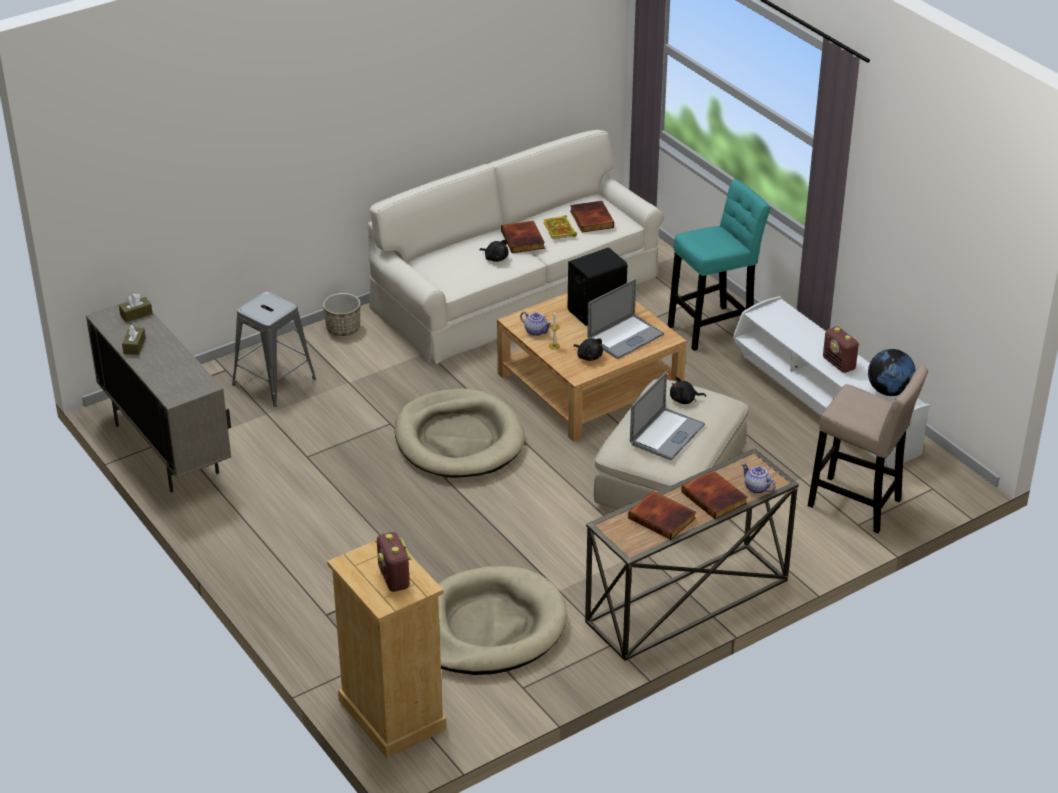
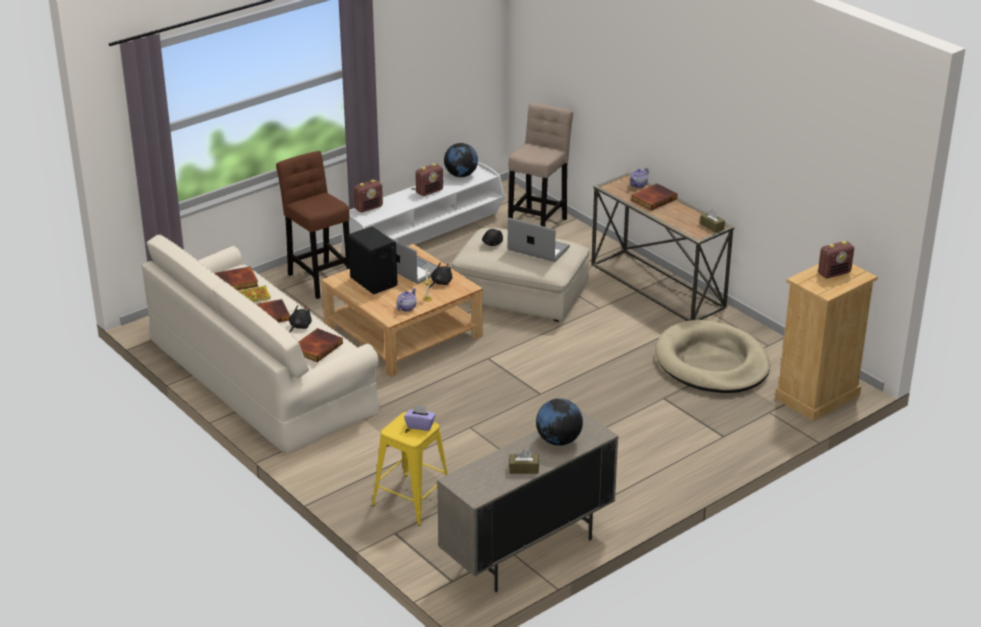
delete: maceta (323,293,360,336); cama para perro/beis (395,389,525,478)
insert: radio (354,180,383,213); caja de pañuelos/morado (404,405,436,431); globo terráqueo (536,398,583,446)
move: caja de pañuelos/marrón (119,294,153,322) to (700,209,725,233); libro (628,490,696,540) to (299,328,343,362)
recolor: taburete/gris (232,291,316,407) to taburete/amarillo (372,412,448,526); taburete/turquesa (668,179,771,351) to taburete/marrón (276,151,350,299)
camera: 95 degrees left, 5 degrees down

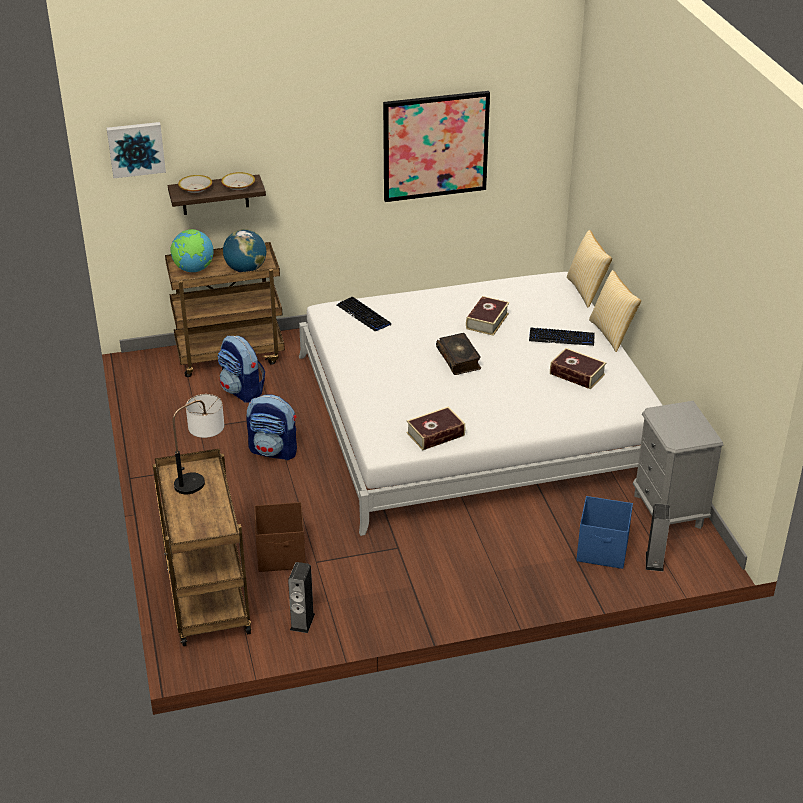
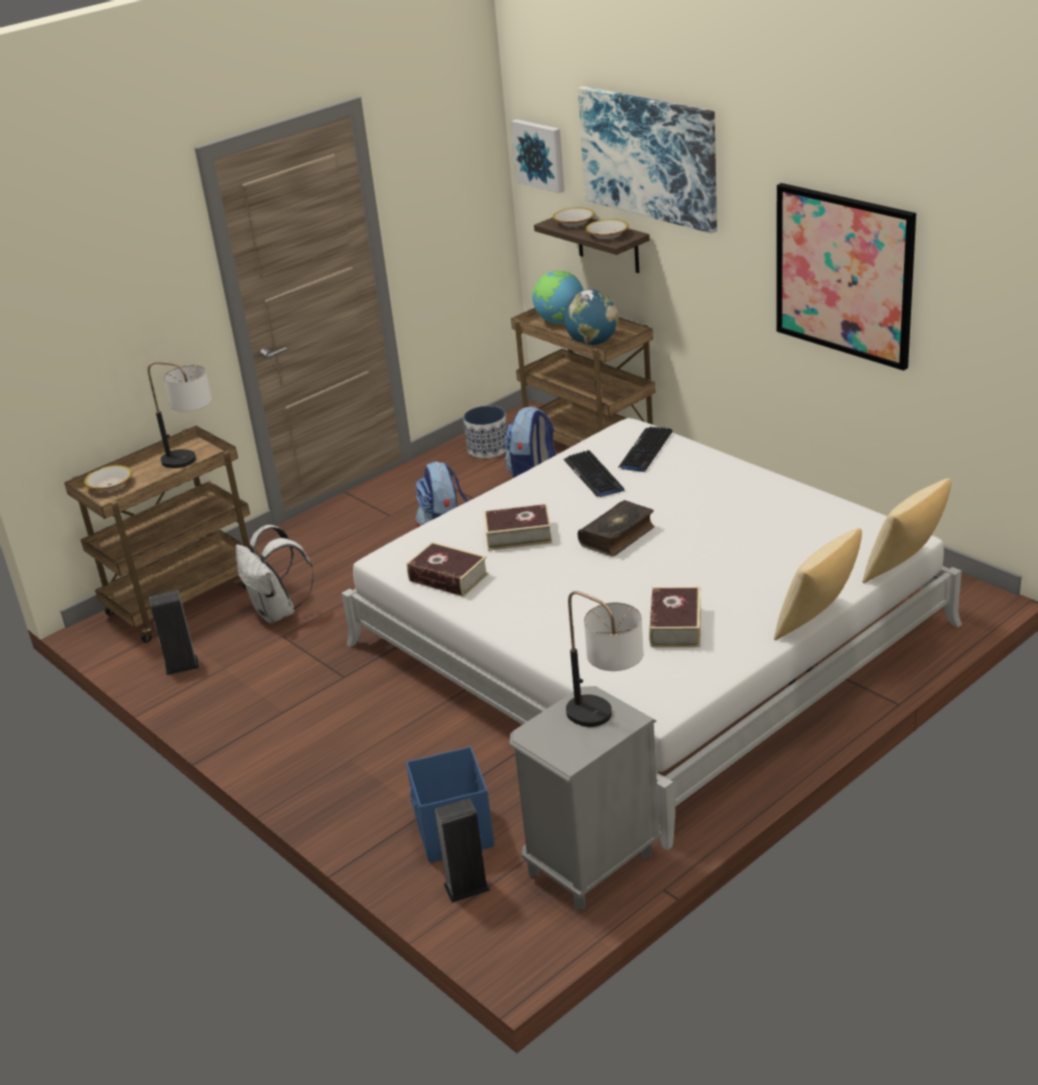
insert: cuenco (84,465,132,492); maceta (463,406,507,458); lámpara de mesa (566,591,644,727); cuadro (578,86,717,234)
move: libro (466,296,509,336) to (484,504,552,551); teclado (529,327,595,346) to (563,450,624,497)
replace: caja de almacenaje/marrón (254,502,306,572) to mochila/blanco (236,525,313,624)
camera: 65 degrees right, 5 degrees down

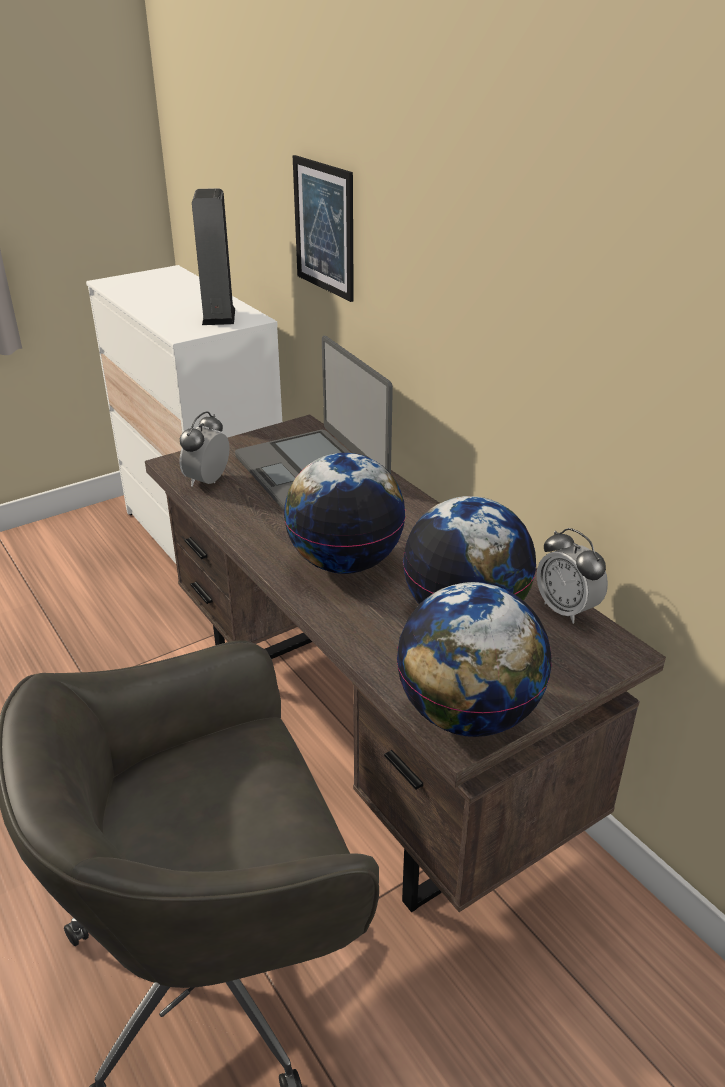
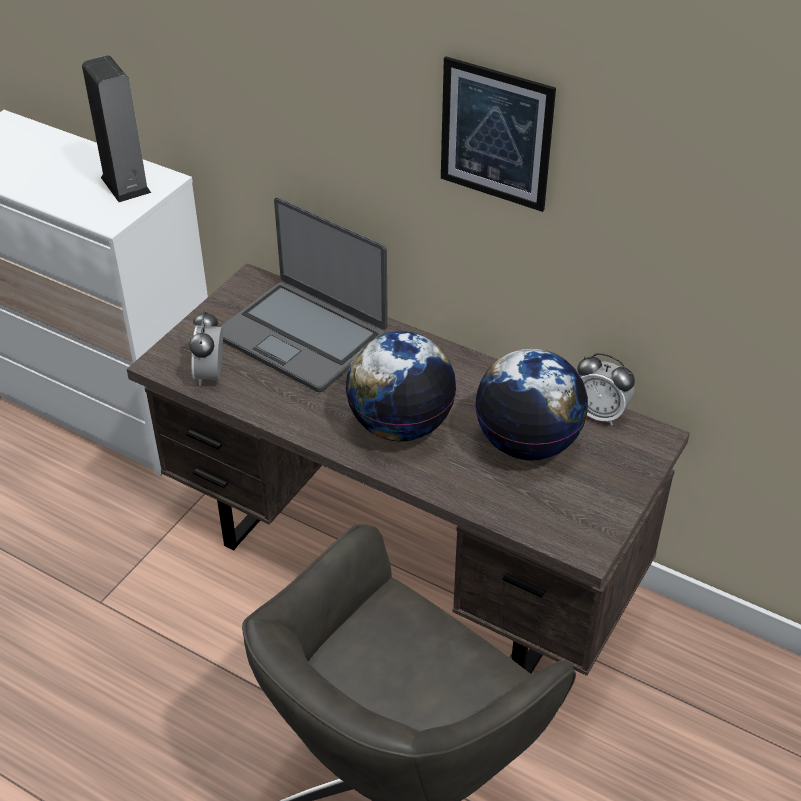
delete: globo terráqueo (396,582,552,737)
move: cuadro (293,155,354,302) to (441,56,556,212)
camera: 25 degrees left, 10 degrees up

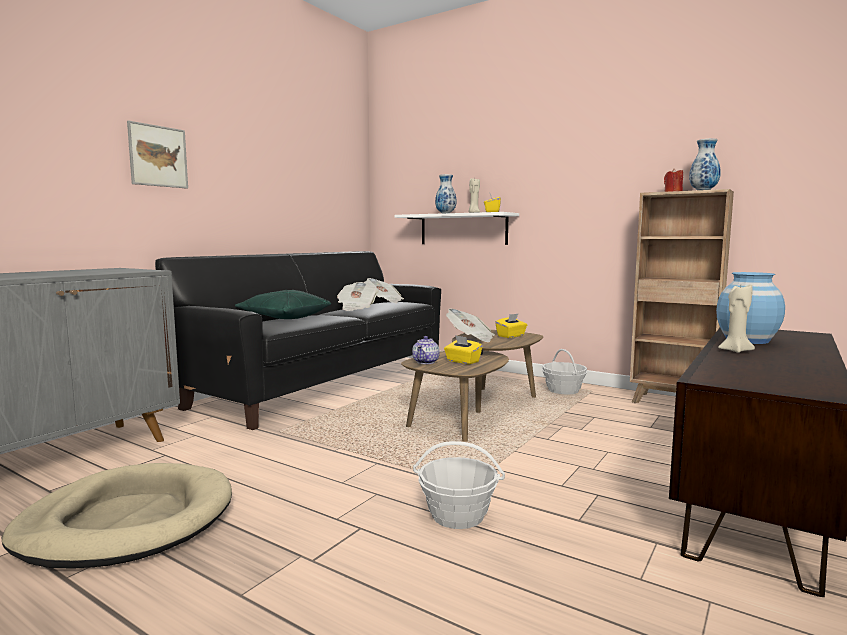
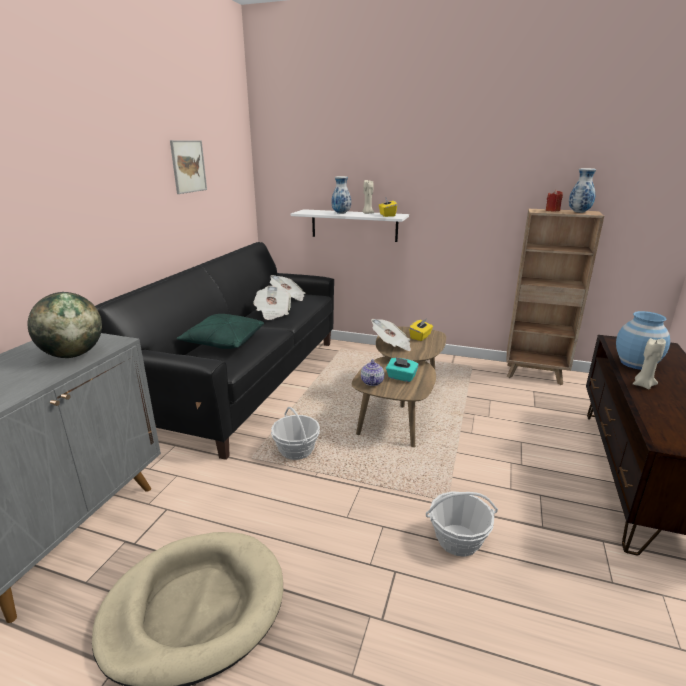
insert: globo terráqueo (28,292,102,358)
move: cuadro (127,121,188,189) to (170,140,207,194); cesta (542,349,587,395) to (271,407,320,460)
recolor: caja de pañuelos/amarillo (444,335,483,364) to caja de pañuelos/turquesa (386,357,419,382)
camera: 15 degrees left, 15 degrees up

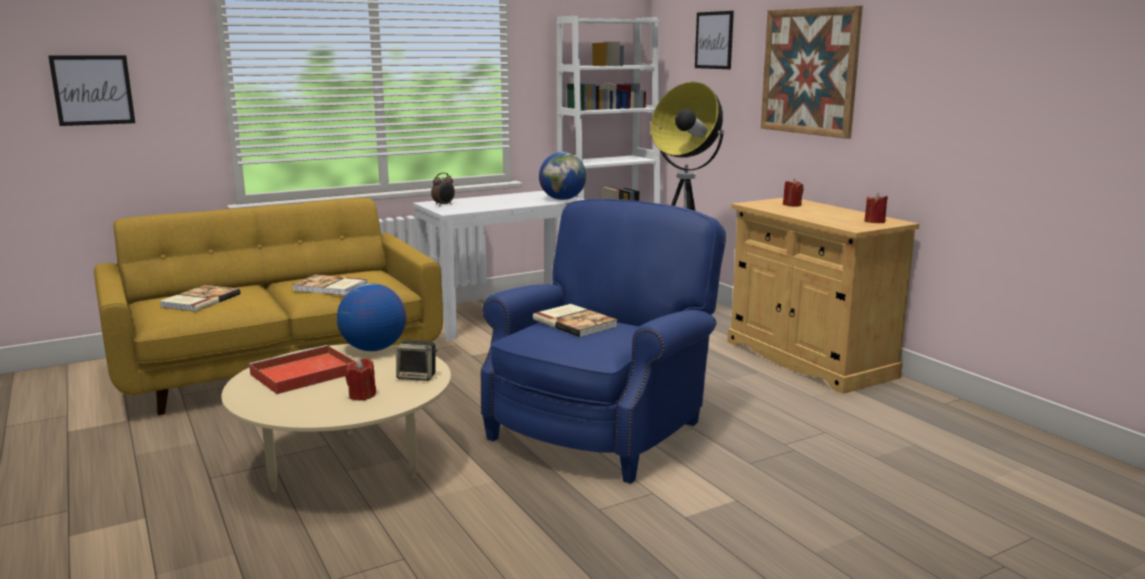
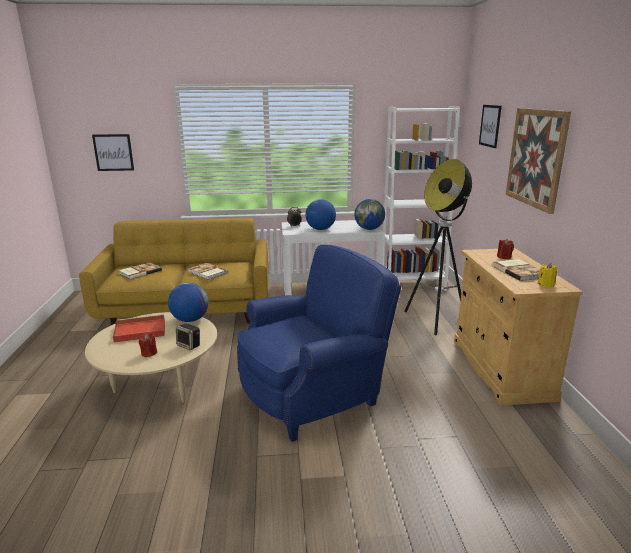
insert: globo terráqueo (306,199,336,230)
move: libro (533,304,618,337) to (492,259,540,281)
recolor: vela/rojo (864,193,888,223) to vela/amarillo (538,263,558,287)
camera: 25 degrees right, 5 degrees up

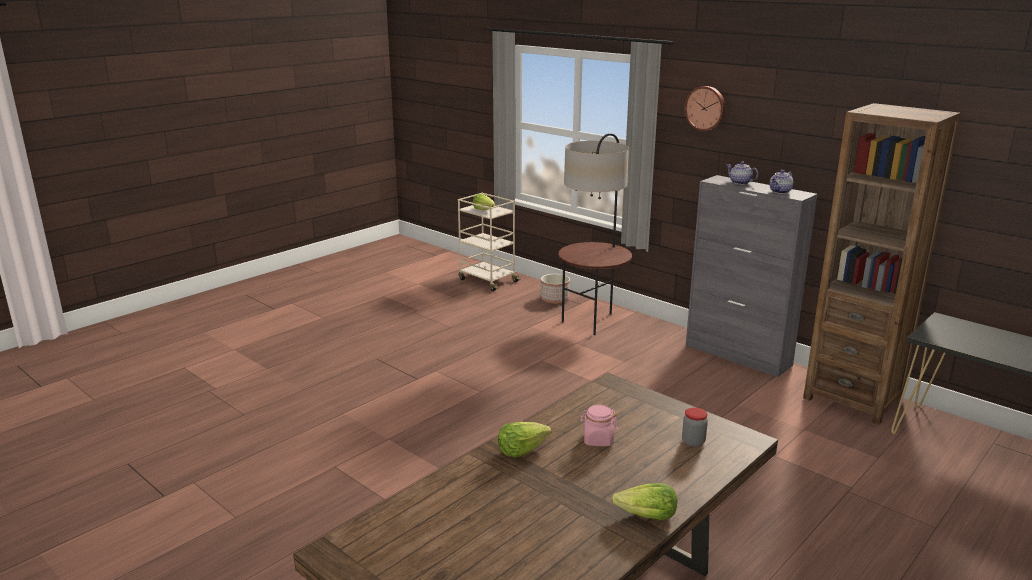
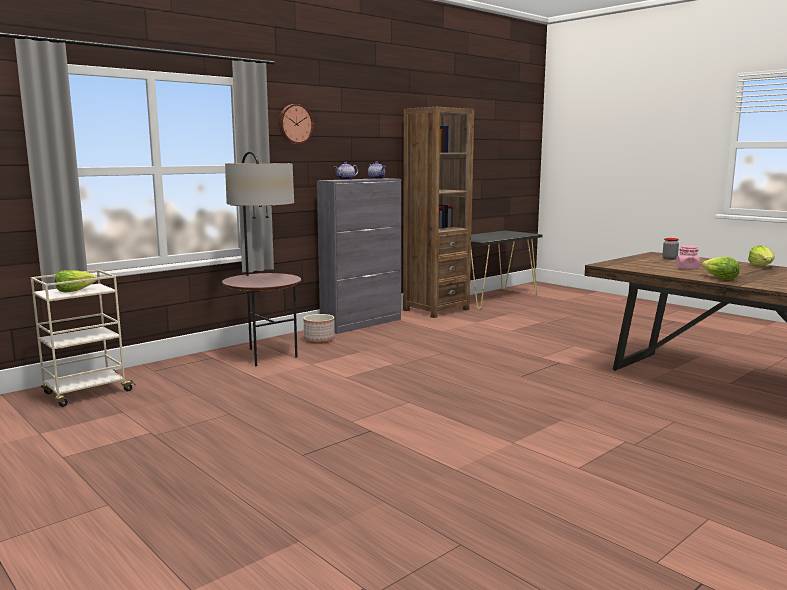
move: maceta (540,274,570,304) to (304,314,335,344)
camera: 85 degrees left, 10 degrees down

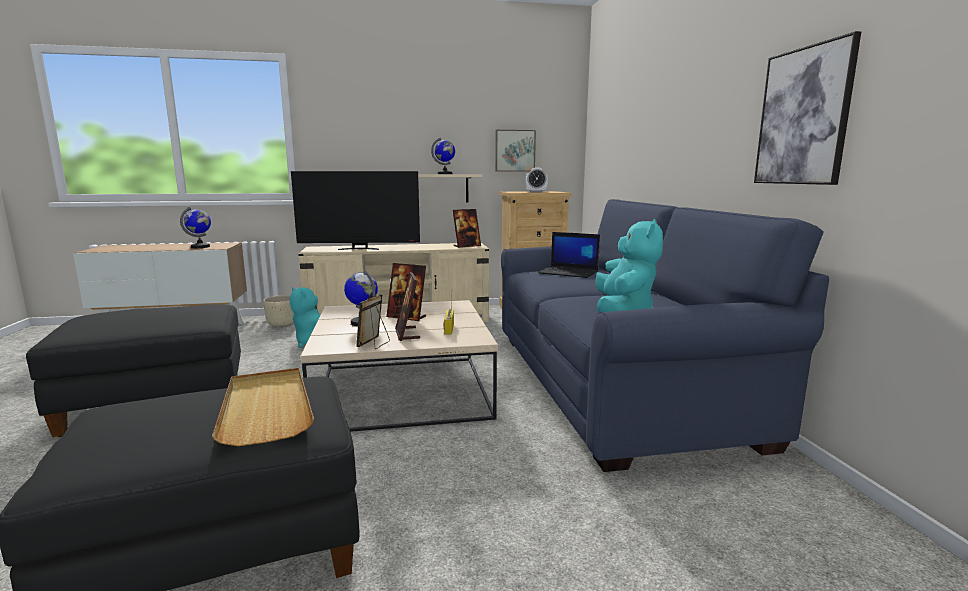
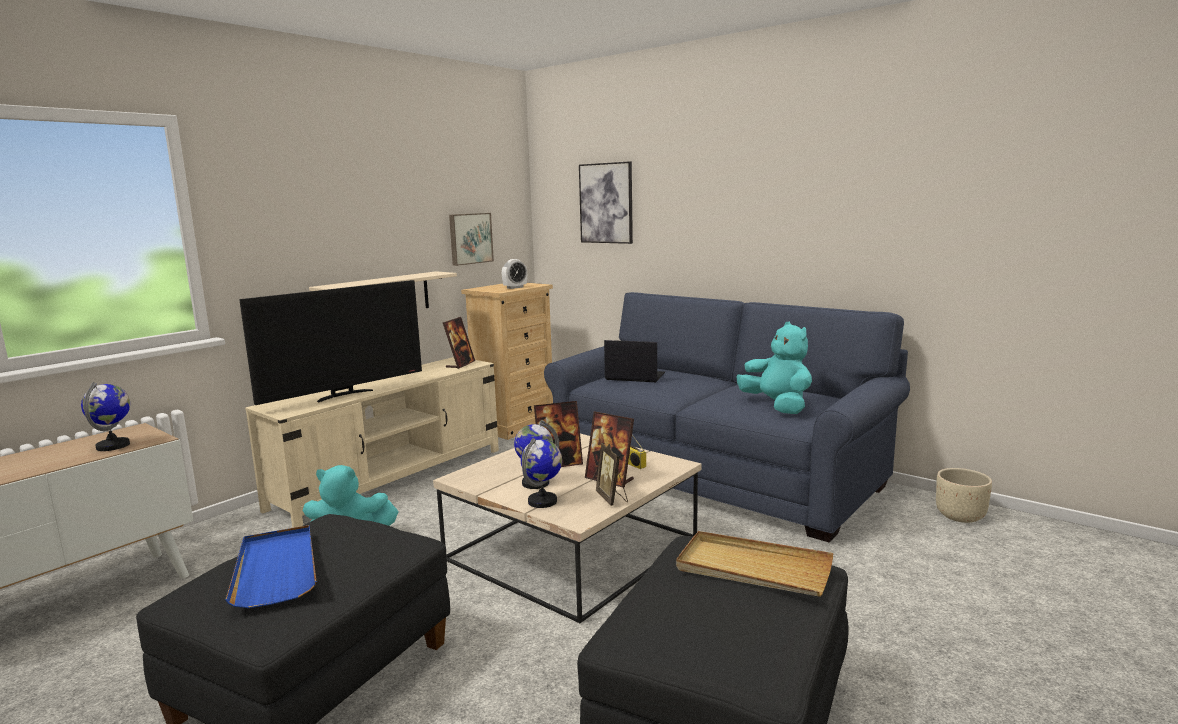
insert: bandeja/azul (225,525,316,608)
move: maceta/beis (263,295,294,327) to (936,468,992,523); globo terráqueo (431,137,455,174) to (521,438,562,508); cuadro (754,31,861,185) to (579,161,633,244)
rotate: portátil (538,232,600,278) = (604,340,665,382) 150 degrees counterclockwise
camera: 40 degrees left, 0 degrees up

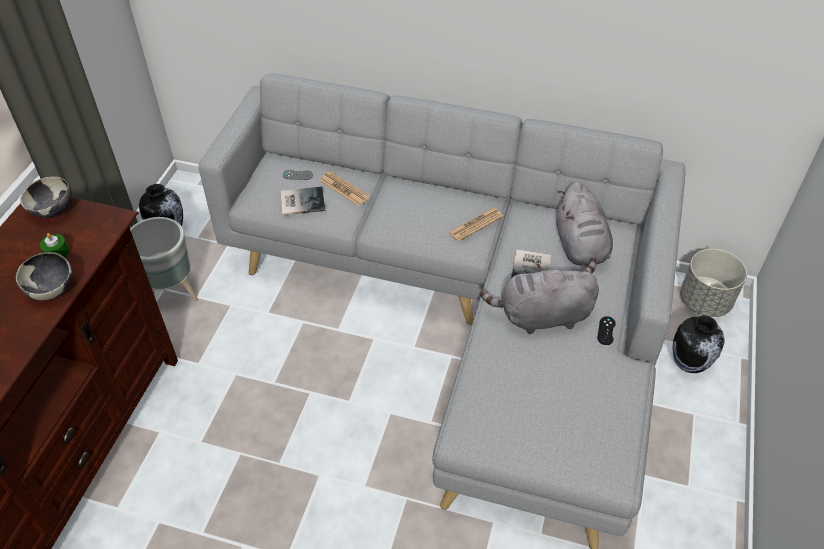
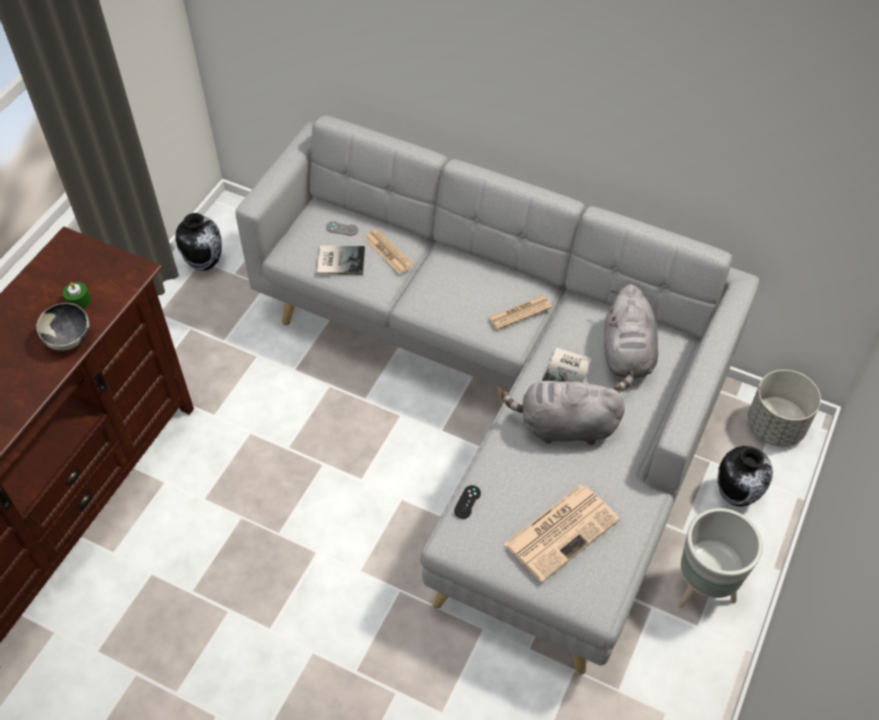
delete: cuenco (20,177,72,218)
insert: periódico (504,484,620,583)
move: maceta/gris (130,217,198,301) to (678,508,763,608); mando de consola/negro (597,316,616,345) to (454,485,481,519)
camera: 10 degrees right, 5 degrees up

